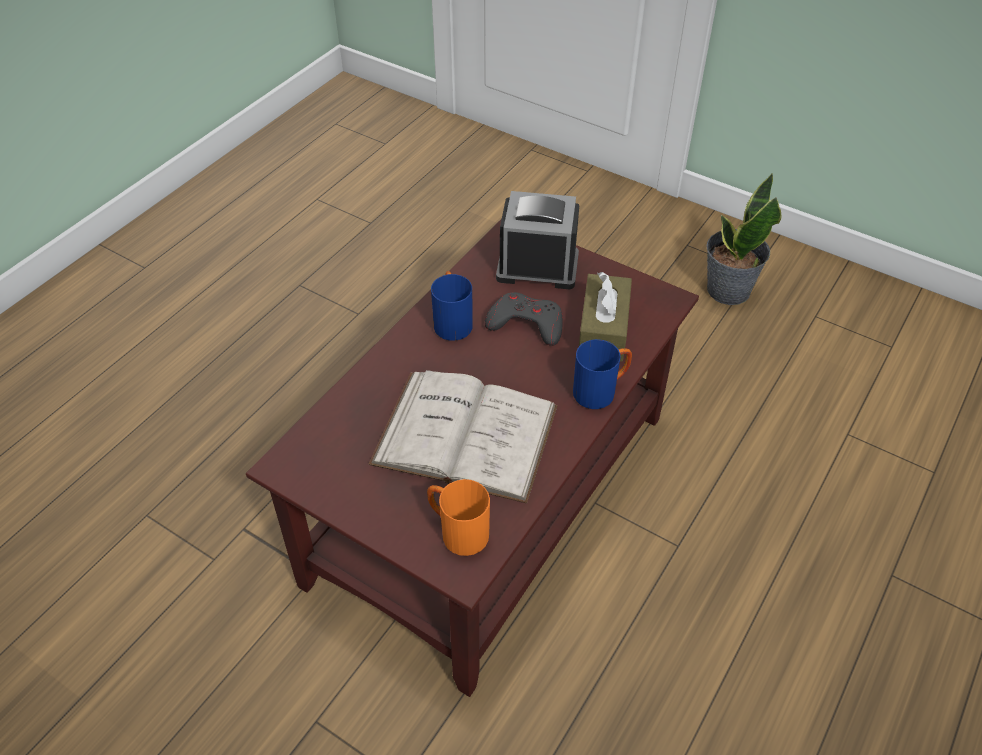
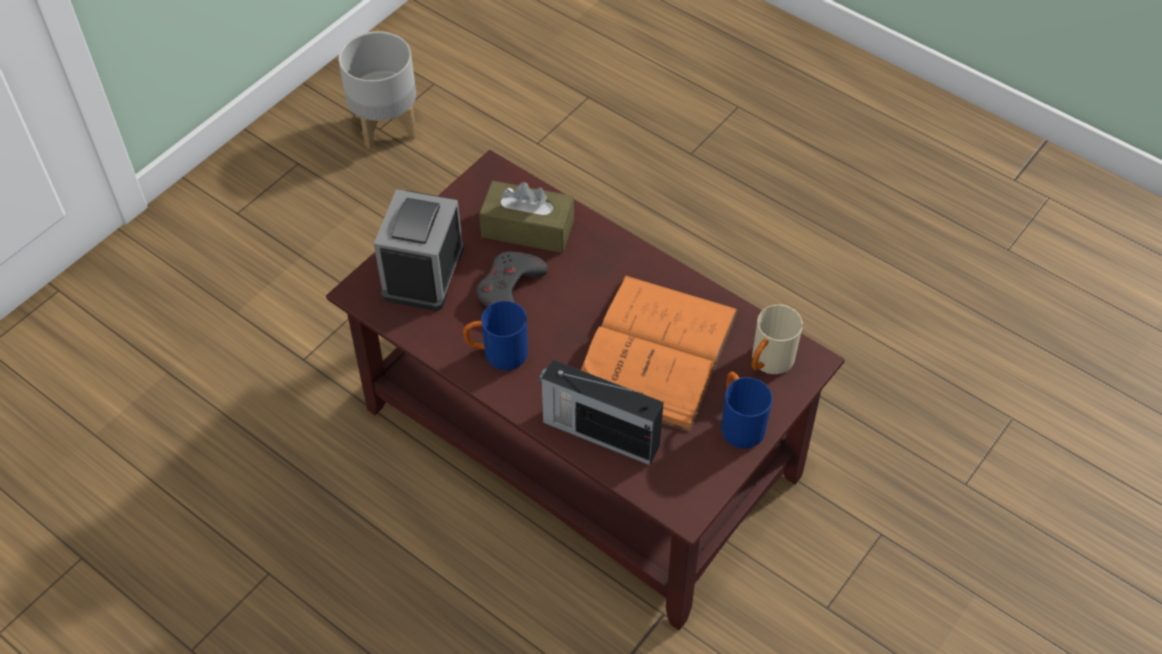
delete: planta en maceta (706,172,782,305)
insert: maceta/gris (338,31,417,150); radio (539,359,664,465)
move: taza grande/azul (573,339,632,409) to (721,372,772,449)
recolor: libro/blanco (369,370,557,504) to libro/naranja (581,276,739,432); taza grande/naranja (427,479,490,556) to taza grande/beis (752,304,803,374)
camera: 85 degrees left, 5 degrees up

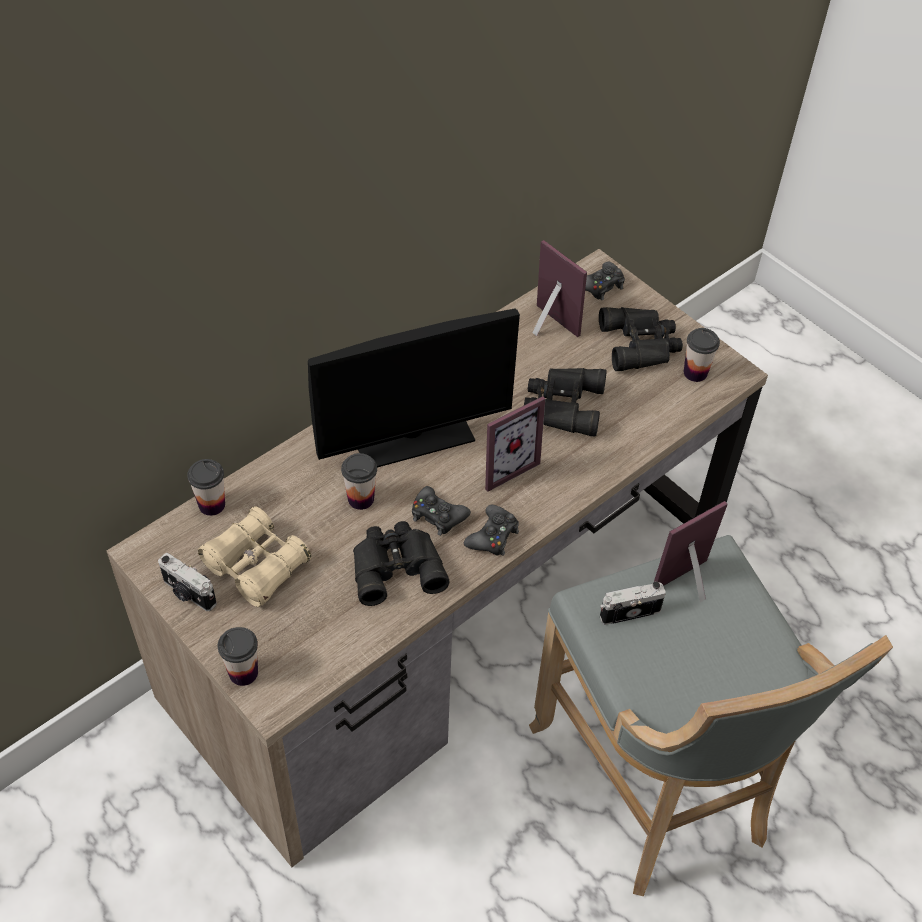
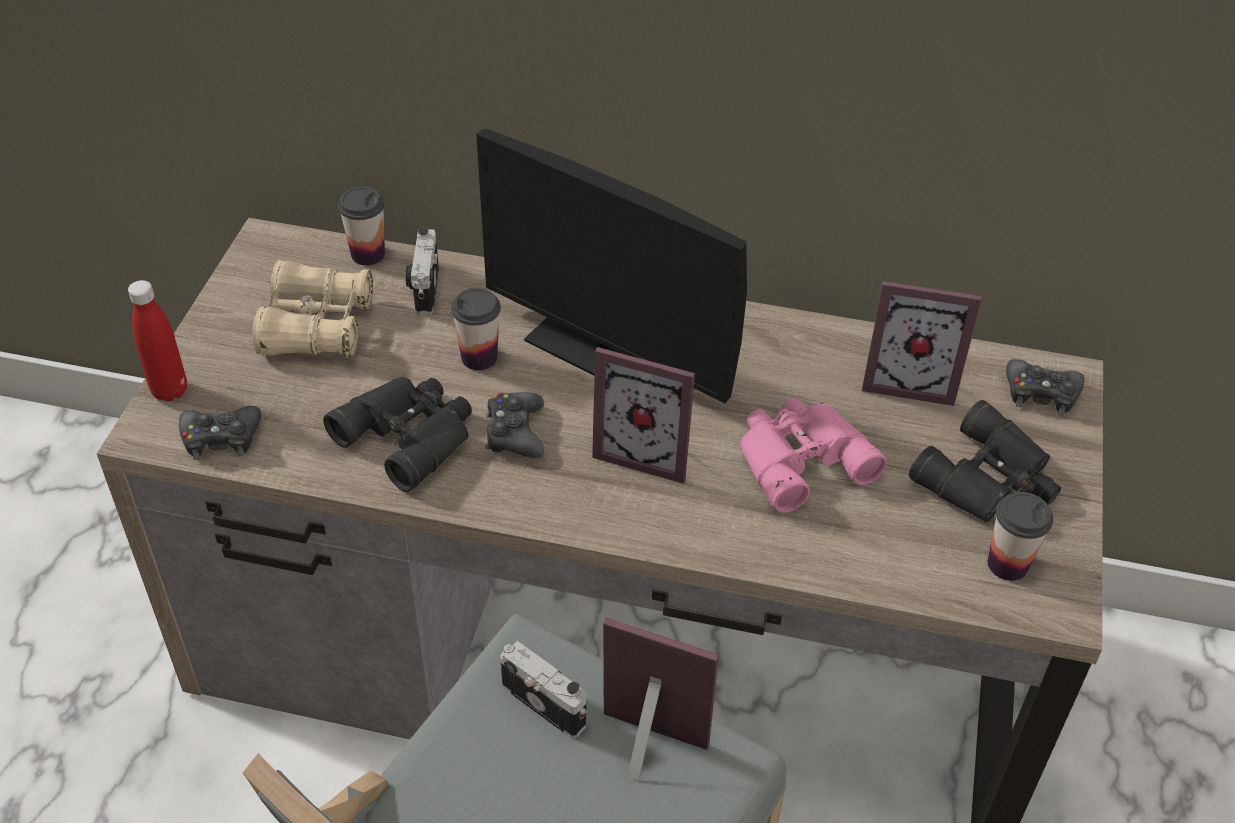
move: cámara (158,553,217,611) to (406,228,439,315); mando de consola/negro (464,505,519,556) to (179,406,261,460)
replace: taza (218,627,258,686) to botella/rojo (128,280,187,402)
recolor: prismáticos/negro (524,368,607,437) to prismáticos/rosa (739,398,887,513)
rotate: portarretratos (532,240,587,337) = (862,281,982,406) 90 degrees clockwise
camera: 55 degrees right, 5 degrees down

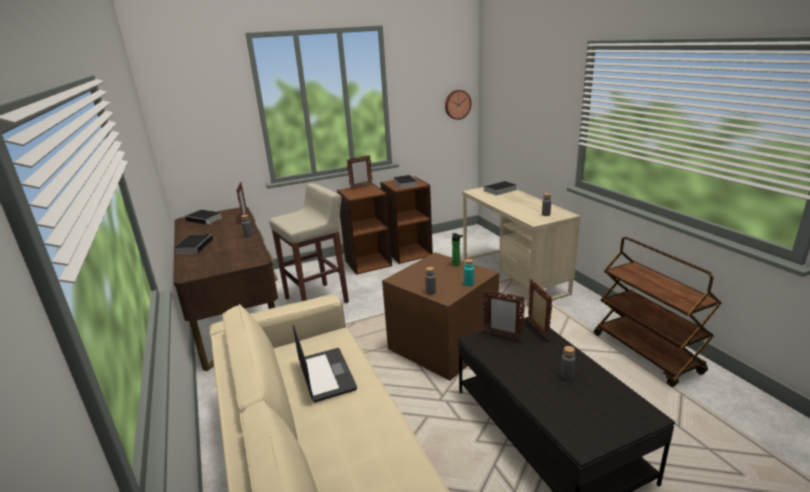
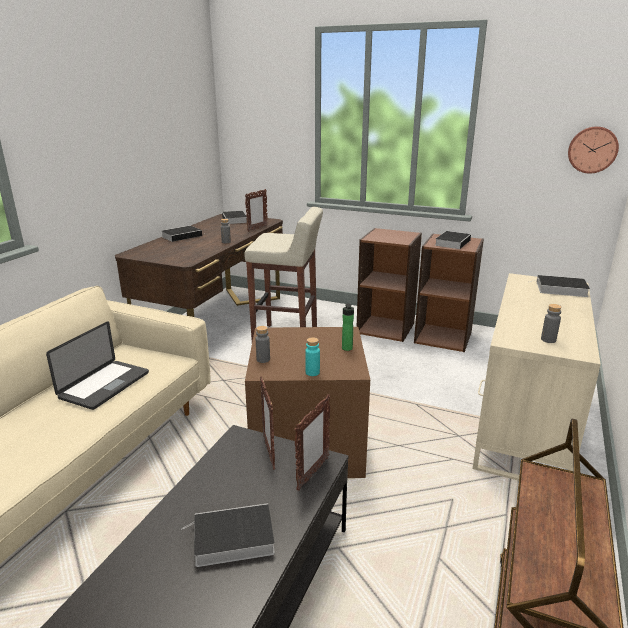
delete: portarretratos (346,155,373,189)
replace: botella/gris (560,346,575,380) to libro (181,503,275,567)
camera: 45 degrees right, 0 degrees up

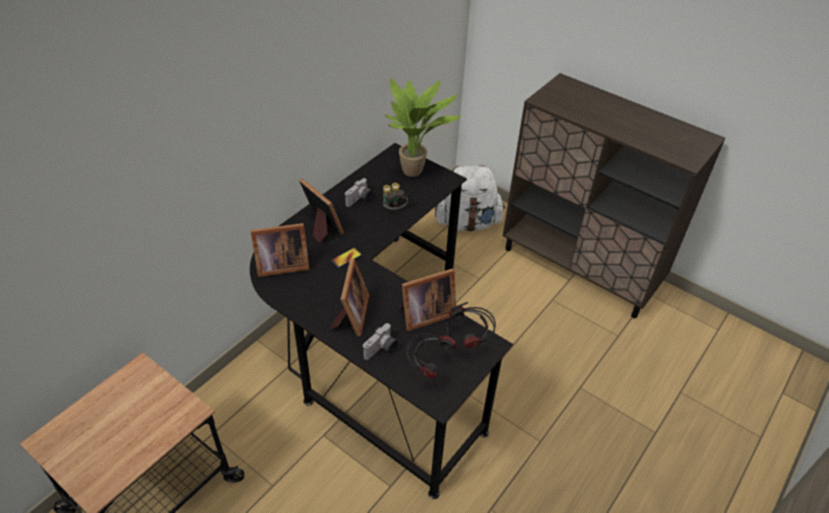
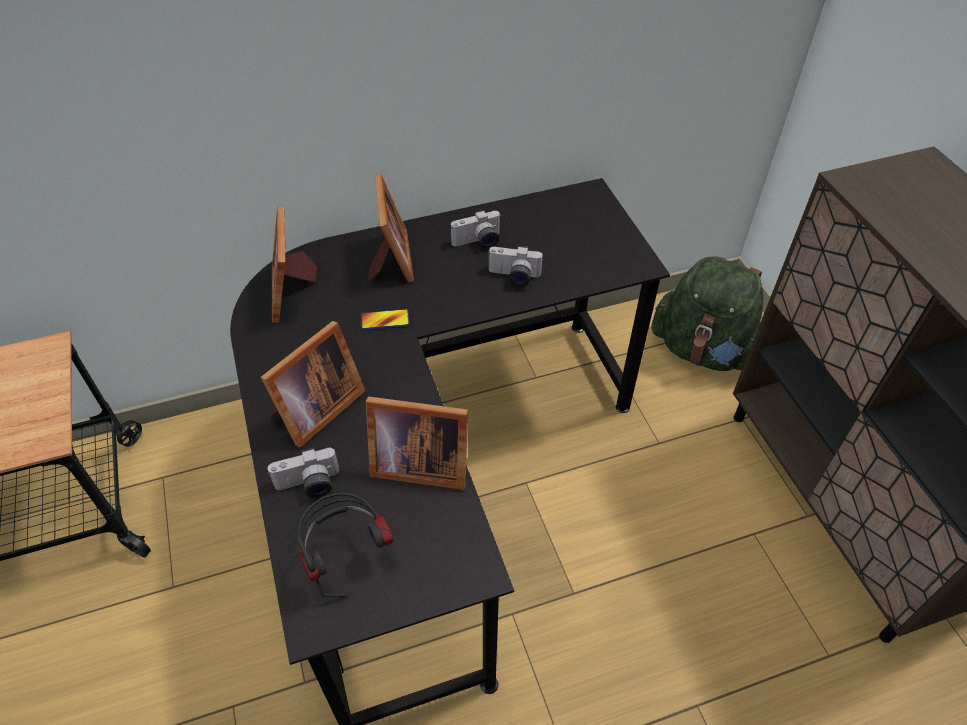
delete: planta en maceta (384,79,462,177); auriculares (447,302,496,348)
replace: prismáticos (383,183,408,210) to cámara (488,246,543,286)
recolor: mochila/blanco (435,165,506,232) to mochila/verde (651,256,763,371)
rotate: portarretratos (251,223,309,277) = (272,206,318,323) 60 degrees clockwise
camera: 35 degrees right, 5 degrees up

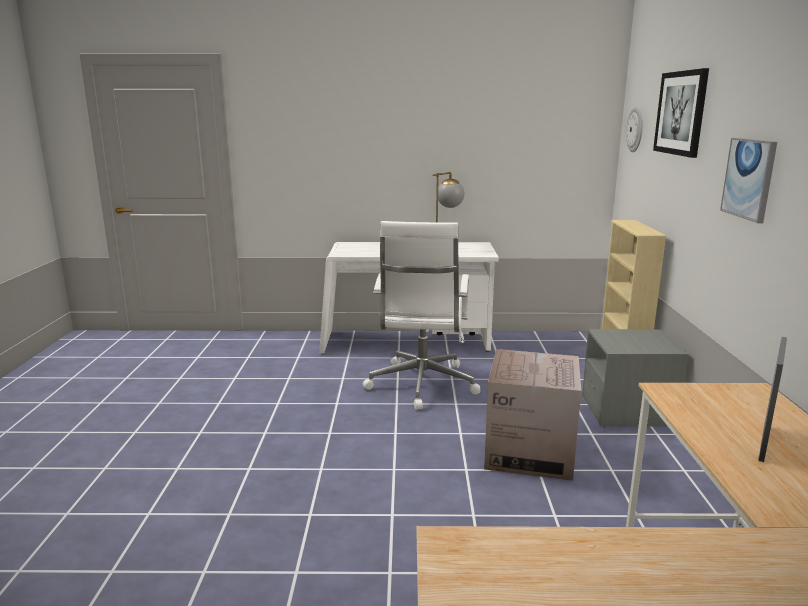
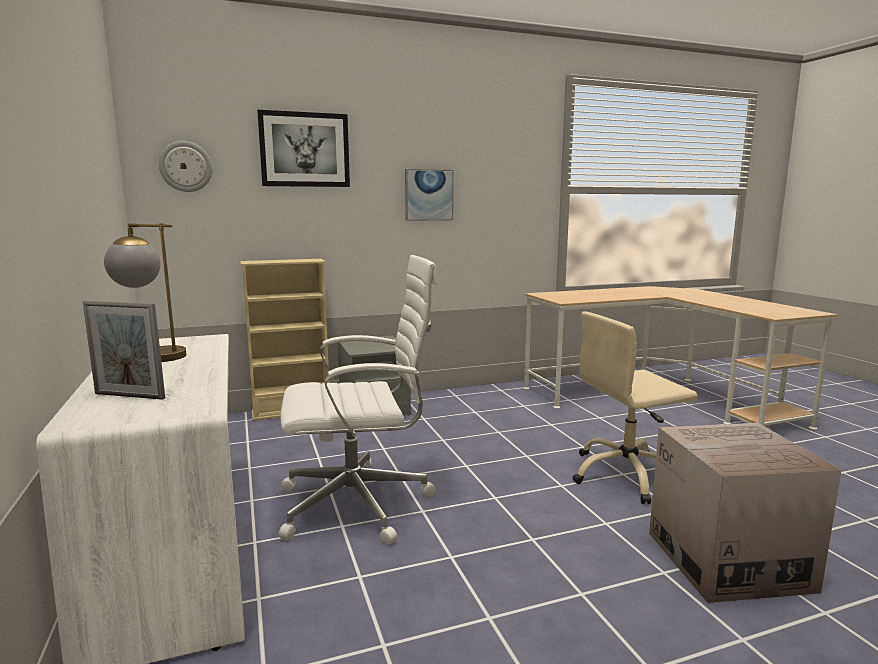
insert: silla de oficina/beis (572,311,698,504)
move: caja de cartón (484,349,581,481) to (649,423,842,603); portarretratos (759,337,787,462) to (83,301,165,400)
camera: 110 degrees left, 5 degrees down

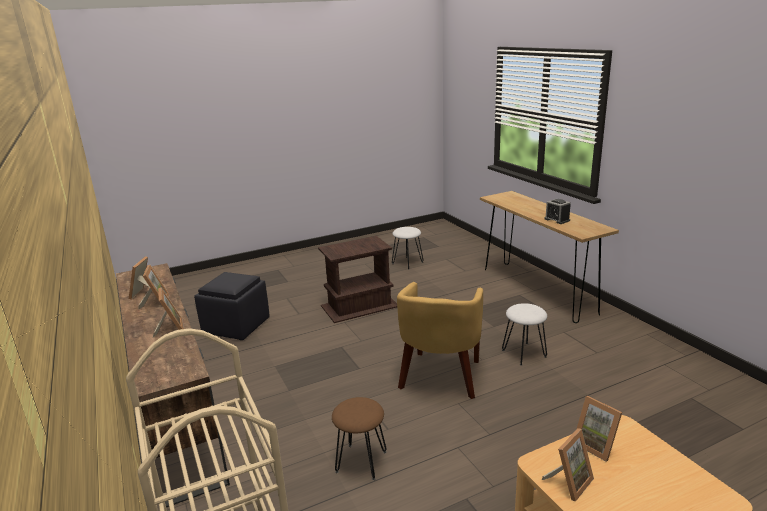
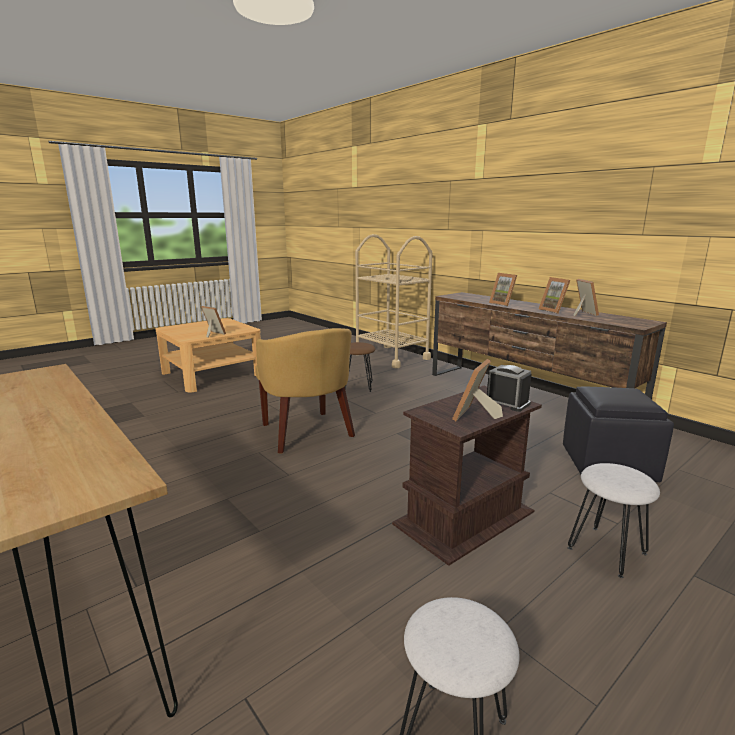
move: taburete/blanco (502,303,547,366) to (568,463,660,578); portarretratos (542,428,594,501) to (452,359,503,421); despertador (545,199,571,224) to (487,365,531,412)
rotate: sillón/amarillo (397,282,483,399) = (255,328,355,453) 150 degrees clockwise
camera: 165 degrees right, 5 degrees down

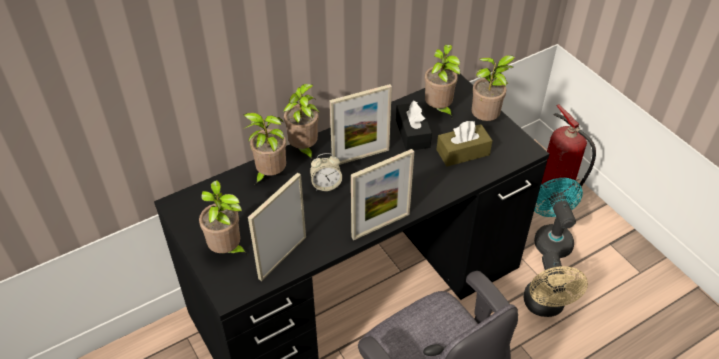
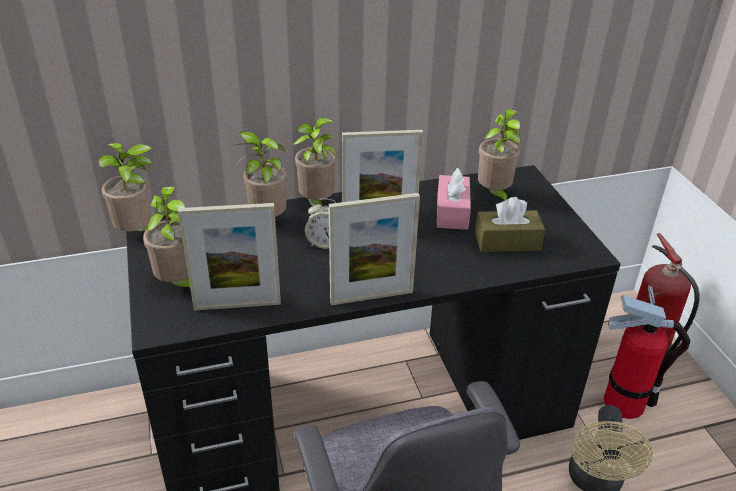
move: planta en maceta (472,55,515,121) to (99,143,153,232)
replace: ventilador/turquesa (534,178,583,258) to extintor (604,285,691,419)
recolor: caja de pañuelos/negro (396,100,432,151) to caja de pañuelos/rosa (437,168,471,230)
rotate: portarretratos (248,173,306,281) = (178,203,281,310) 150 degrees counterclockwise
camera: 15 degrees right, 10 degrees down

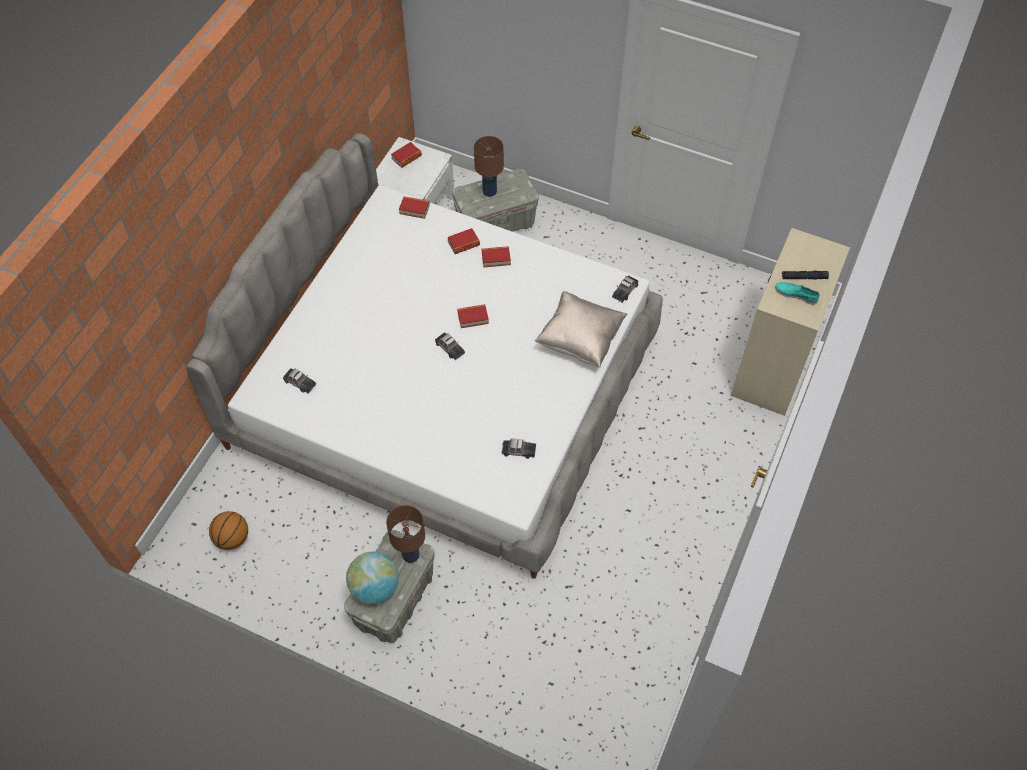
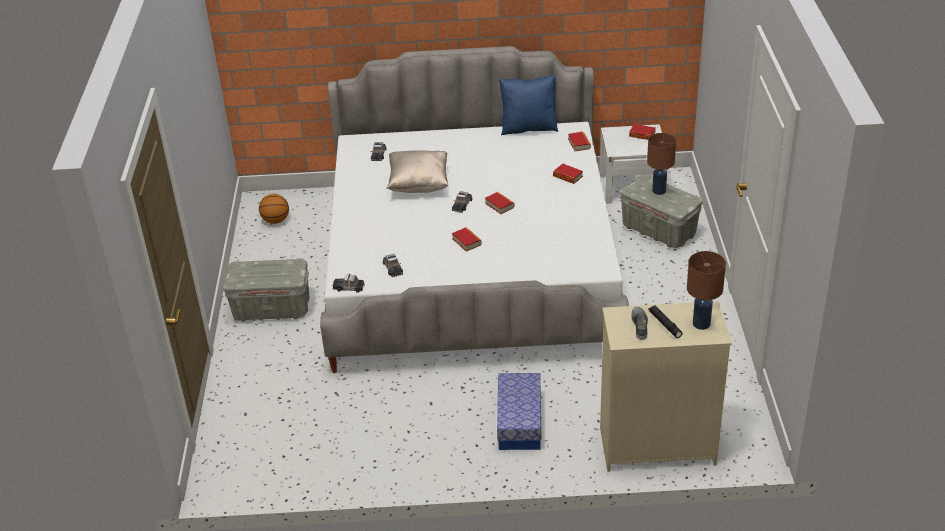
delete: globo terráqueo (346,551,399,604)
insert: caja de almacenaje (497,373,541,450); cojín/azul (499,75,558,135)
move: lámpara de mesa/marrón (386,505,425,563) to (687,251,726,330); libro (482,246,511,267) to (452,227,482,252); cojín/beis (535,291,627,368) to (386,150,448,193); coche de juguete (612,275,639,303) to (333,274,365,293)
recolor: zapato/turquesa (775,282,819,305) to zapato/gris (631,307,648,340)
camera: 65 degrees right, 20 degrees down

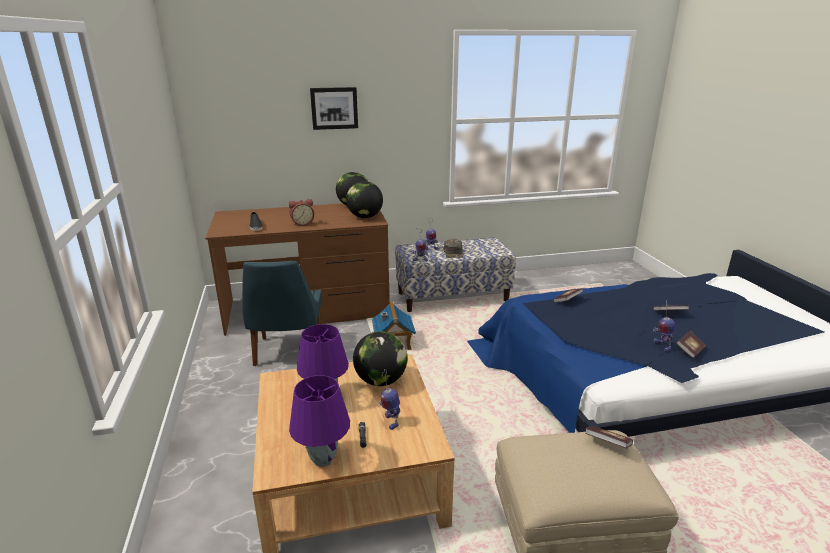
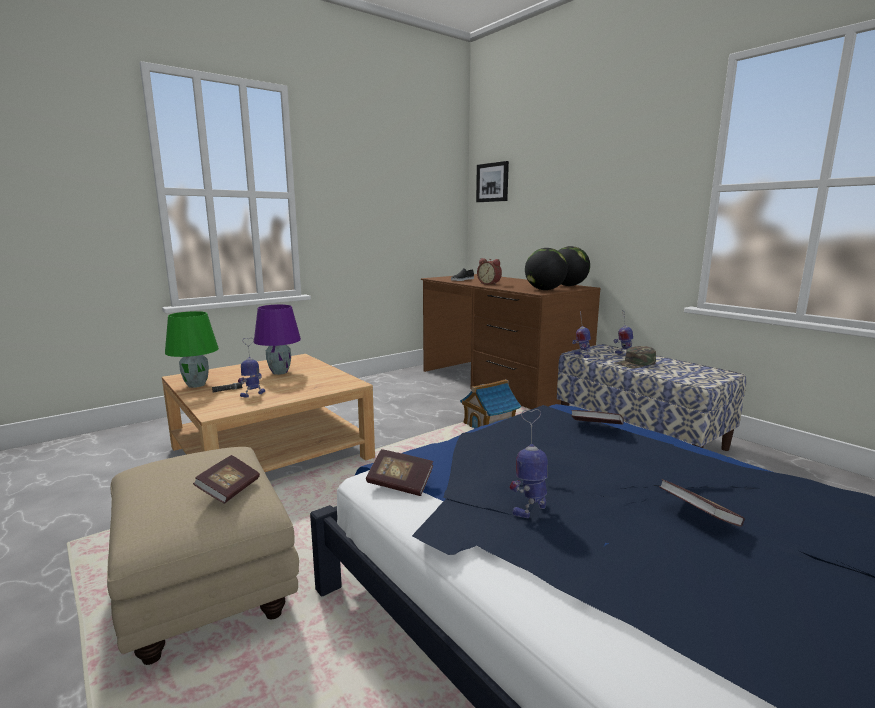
delete: silla/azul (242,261,322,366); globo terráqueo (353,331,407,386)
move: cuadro (310,87,358,130) to (476,161,509,202); libro (676,331,706,358) to (366,449,433,496)
recolor: lámpara de mesa/morado (289,375,350,467) to lámpara de mesa/verde (165,311,219,388)
camera: 65 degrees right, 10 degrees down

